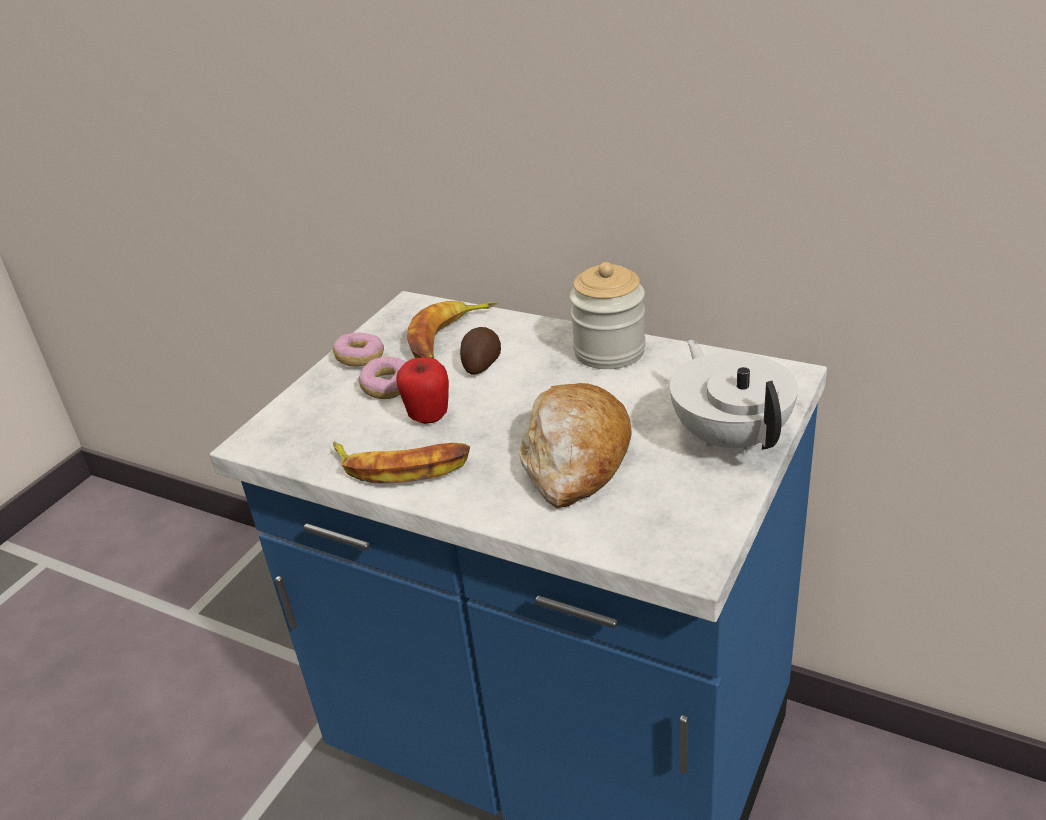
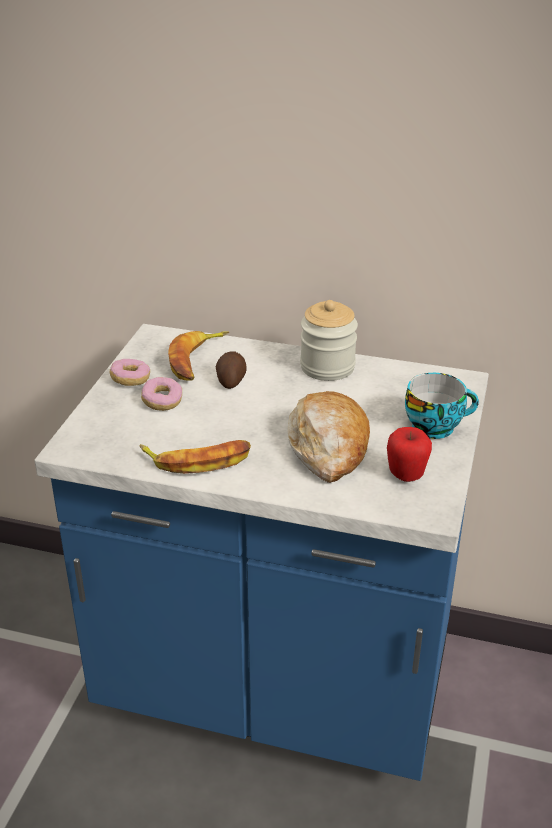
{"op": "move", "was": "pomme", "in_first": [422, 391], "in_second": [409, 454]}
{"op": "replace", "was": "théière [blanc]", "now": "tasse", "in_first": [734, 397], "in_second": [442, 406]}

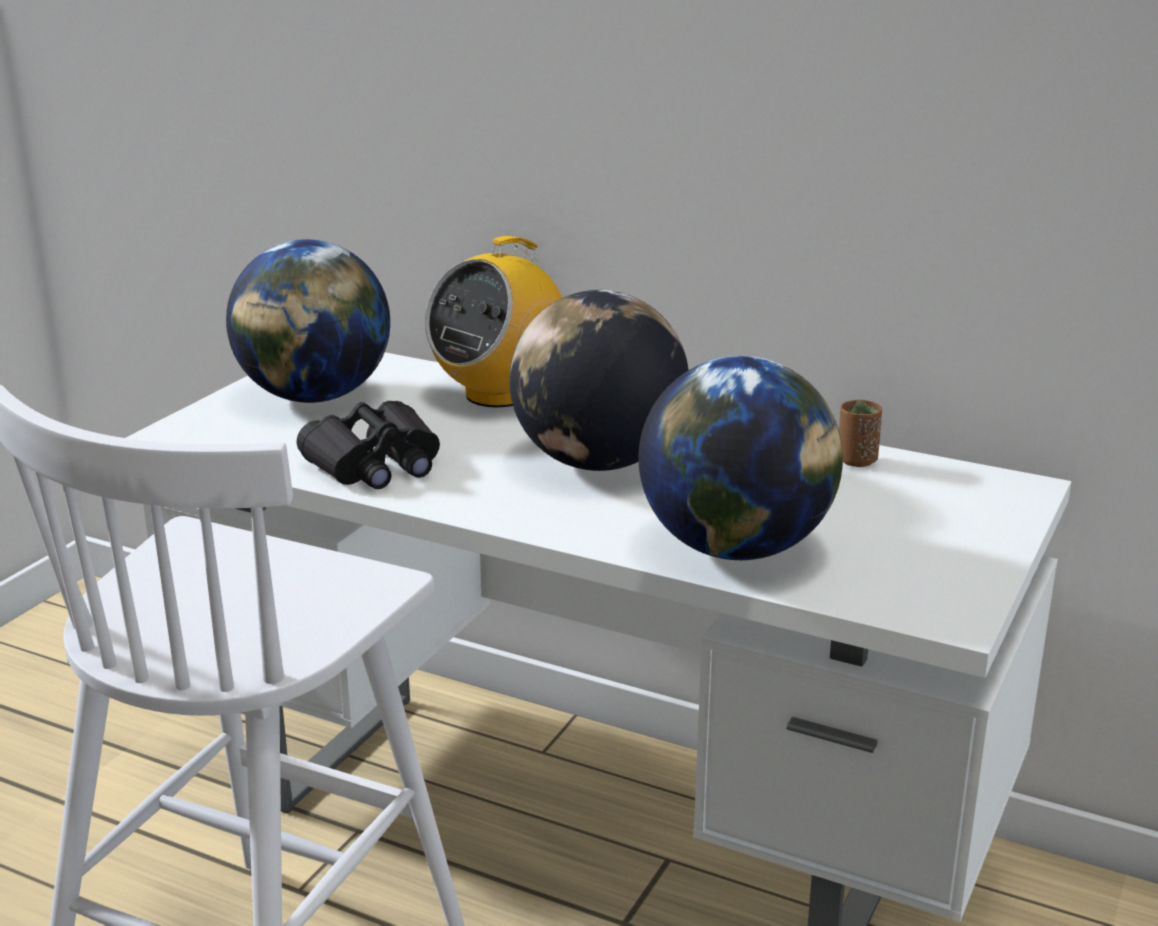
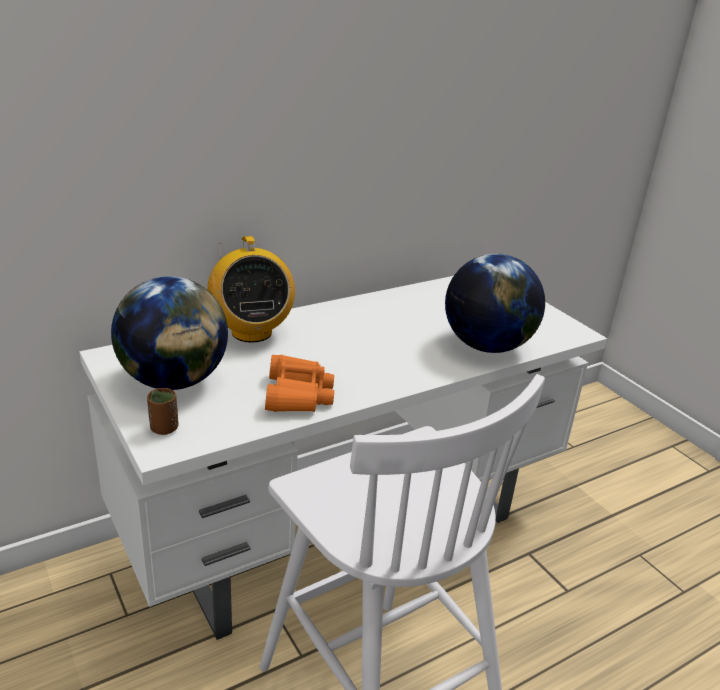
{"op": "recolor", "was": "jumelles [noir]", "now": "jumelles [orange]", "in_first": [368, 445], "in_second": [299, 383]}
{"op": "delete", "was": "globe", "in_first": [598, 380]}
{"op": "move", "was": "tasse [marron]", "in_first": [860, 433], "in_second": [163, 411]}

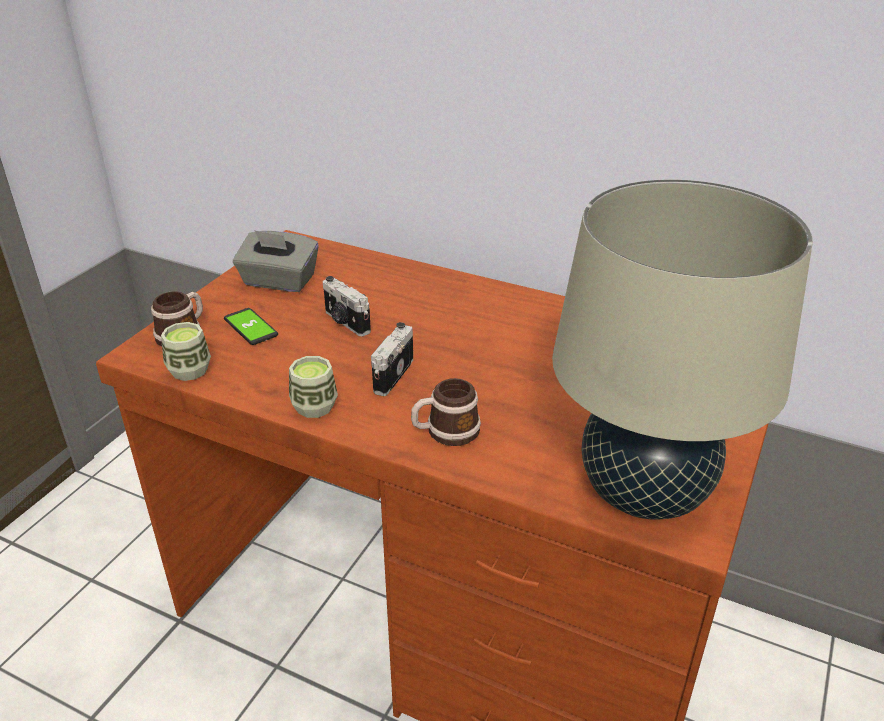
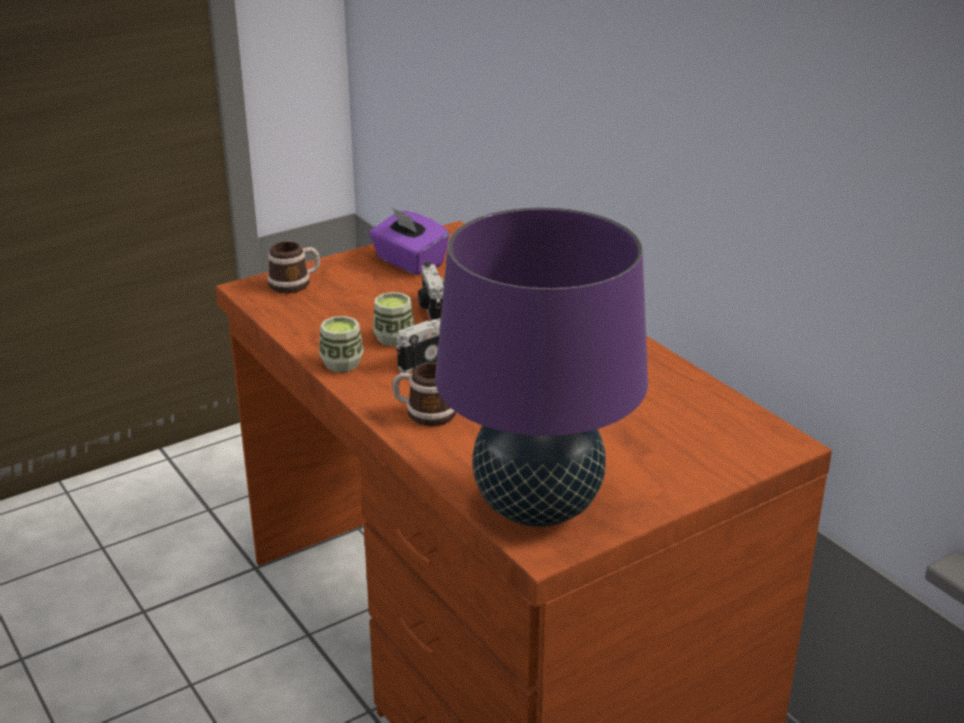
{"op": "move", "was": "tasse", "in_first": [186, 351], "in_second": [393, 319]}
{"op": "delete", "was": "téléphone", "in_first": [251, 326]}
{"op": "recolor", "was": "boîte à mouchoirs [gris]", "now": "boîte à mouchoirs [violet]", "in_first": [276, 261], "in_second": [409, 241]}
{"op": "recolor", "was": "lampe de table [beige]", "now": "lampe de table [violet]", "in_first": [682, 350], "in_second": [541, 367]}

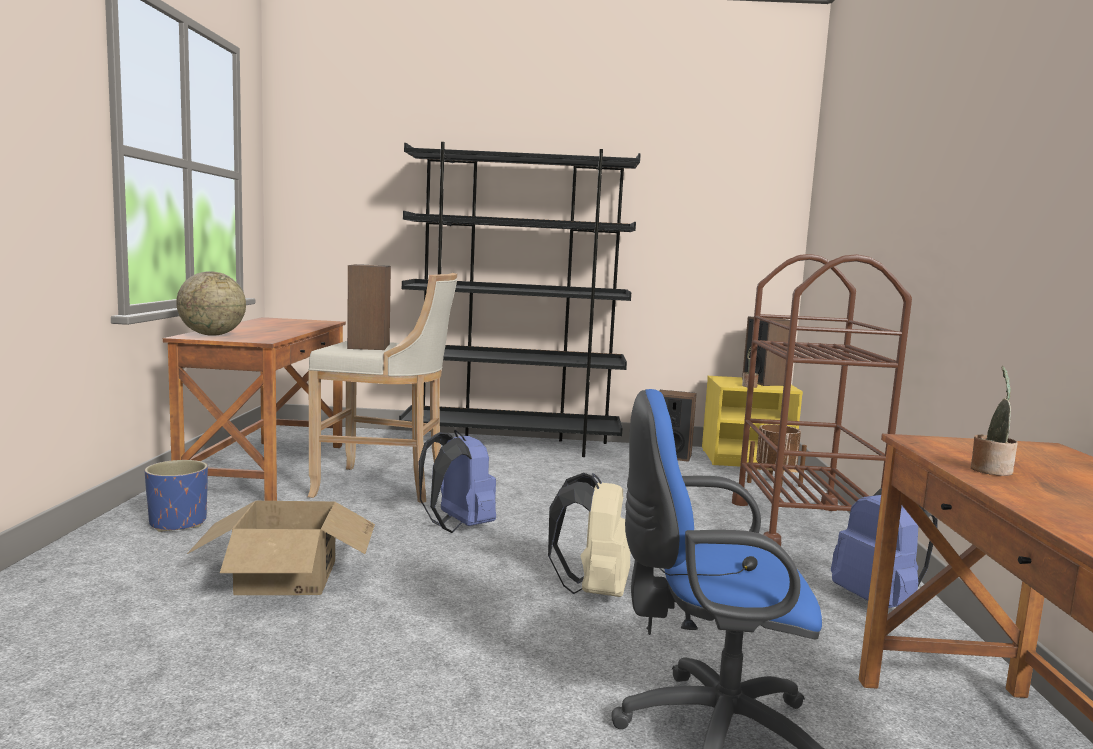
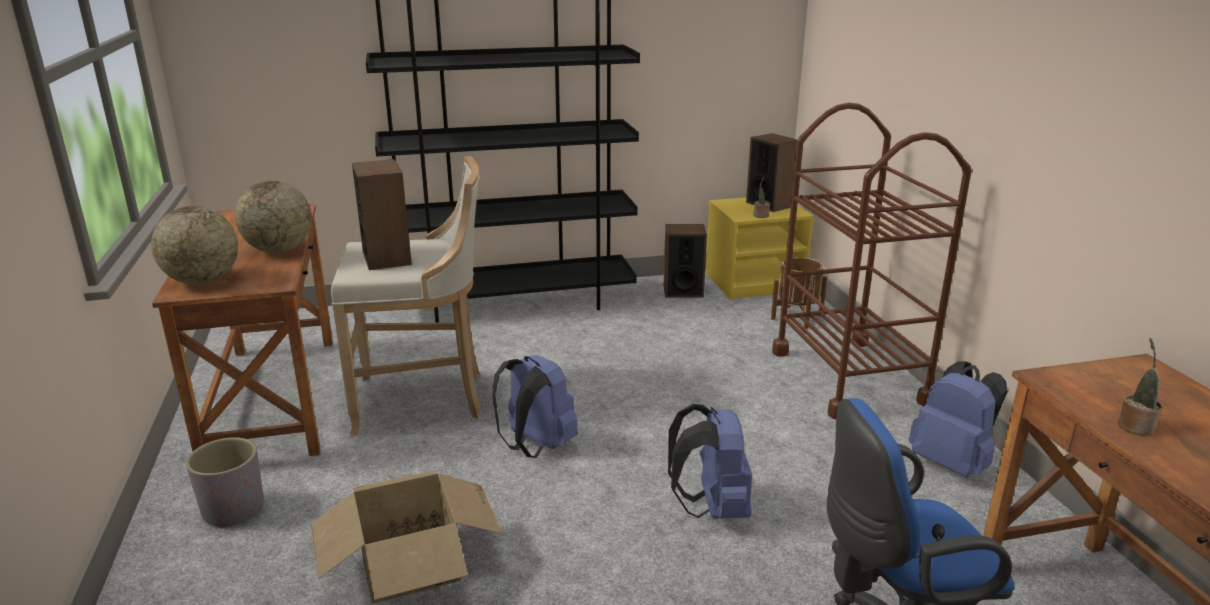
{"op": "recolor", "was": "cache-pot [bleu]", "now": "cache-pot [gris]", "in_first": [176, 496], "in_second": [225, 482]}
{"op": "recolor", "was": "sac à dos [beige]", "now": "sac à dos [bleu]", "in_first": [589, 535], "in_second": [710, 461]}
{"op": "insert", "now": "globe", "in_second": [273, 217]}

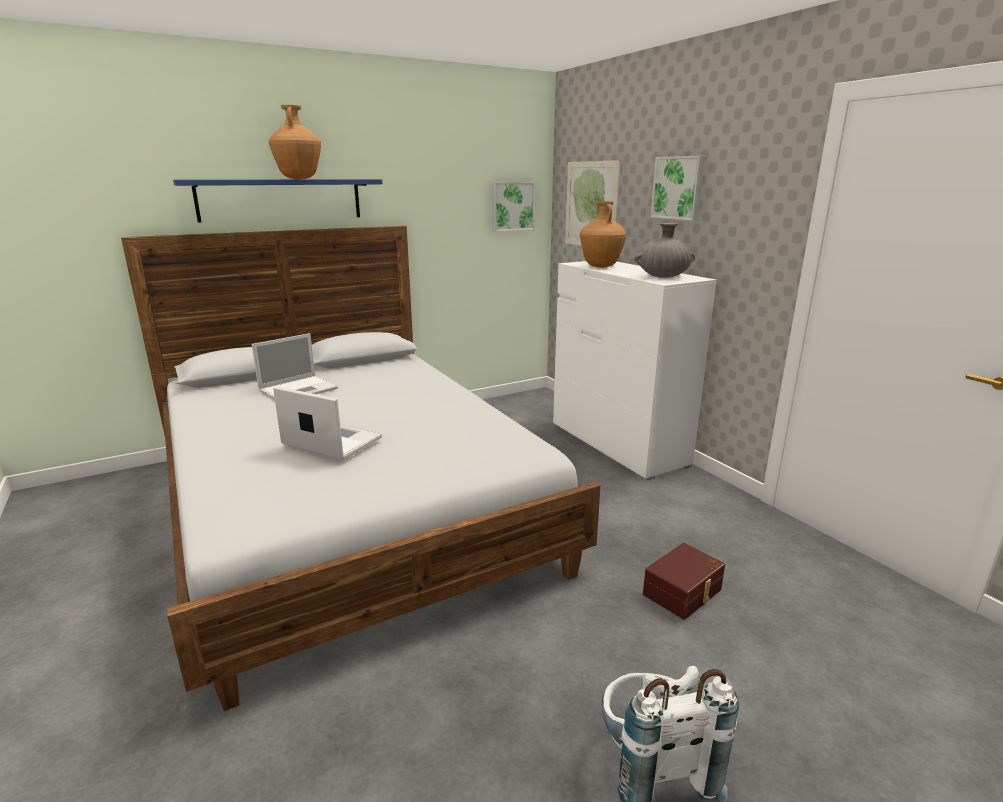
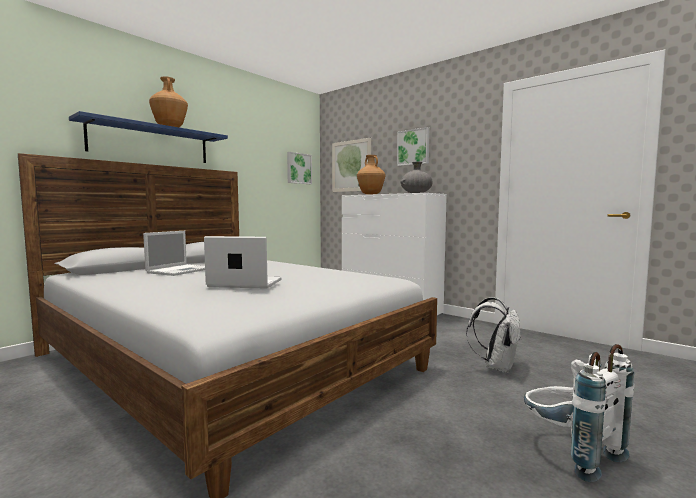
{"op": "replace", "was": "boîte de rangement [marron]", "now": "sac à dos [blanc]", "in_first": [684, 581], "in_second": [493, 335]}

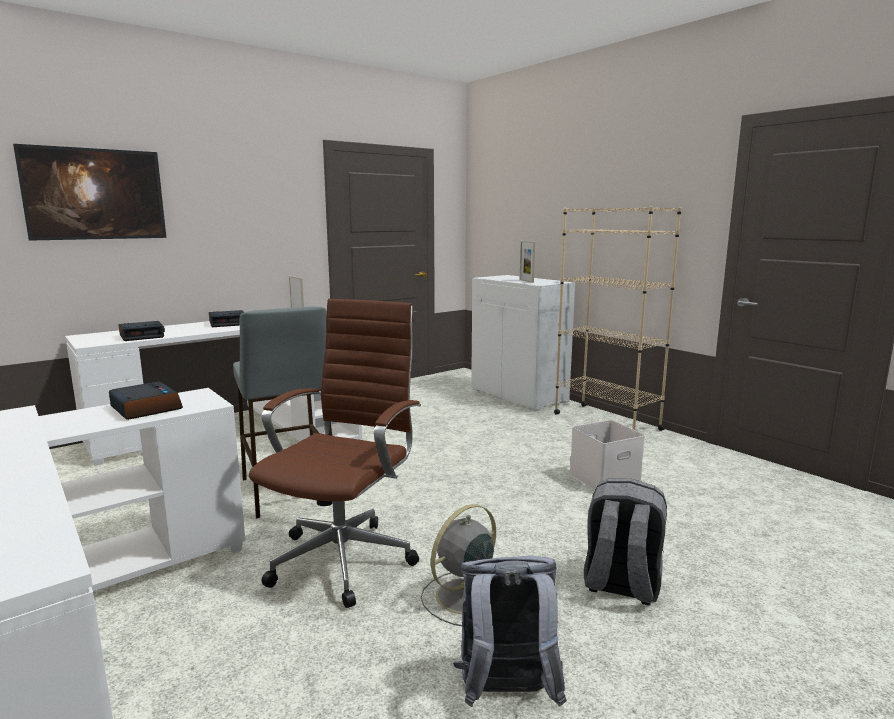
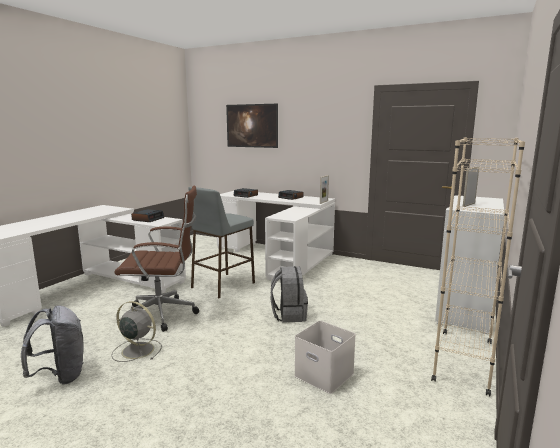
{"op": "move", "was": "sac à dos [gris]", "in_first": [625, 542], "in_second": [289, 294]}

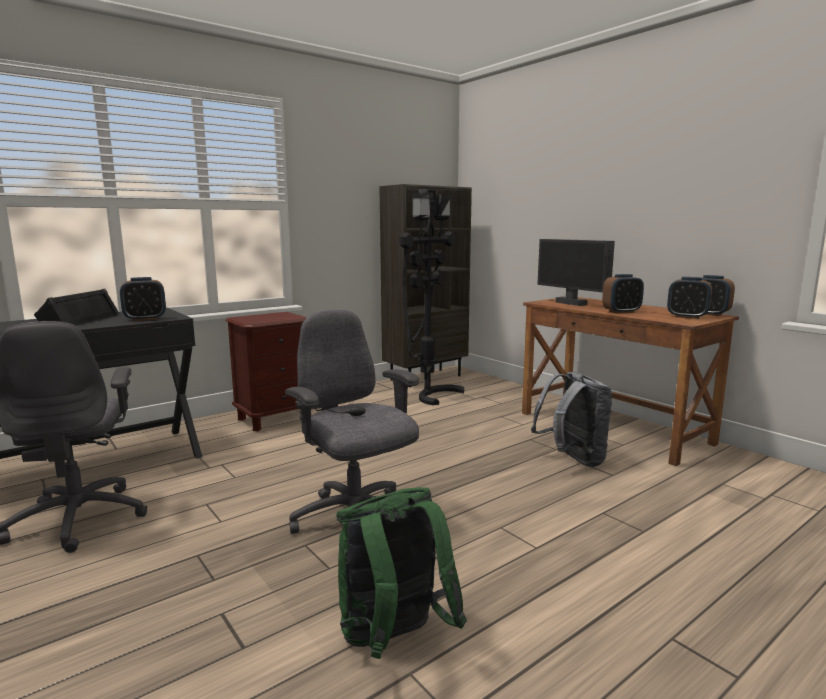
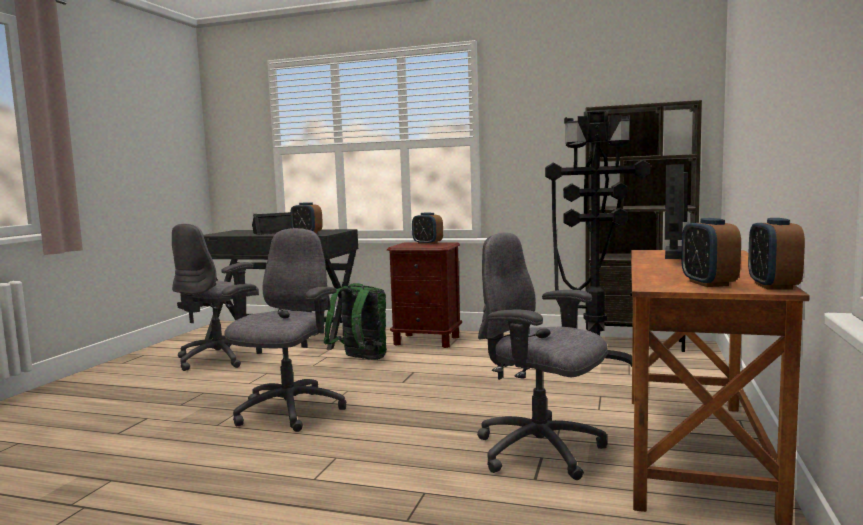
{"op": "move", "was": "sac à dos [vert]", "in_first": [401, 573], "in_second": [355, 321]}
{"op": "replace", "was": "sac à dos [gris]", "now": "chaise de bureau [gris]", "in_first": [572, 419], "in_second": [542, 356]}
{"op": "move", "was": "réveil", "in_first": [623, 294], "in_second": [427, 229]}

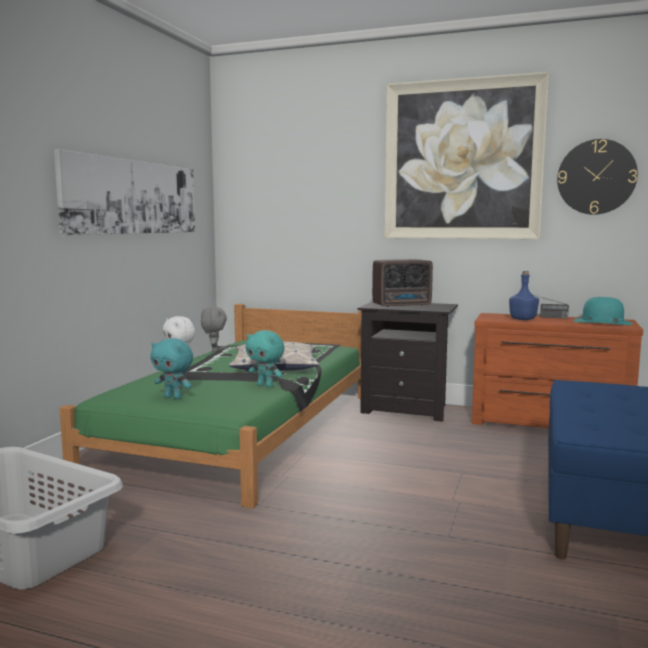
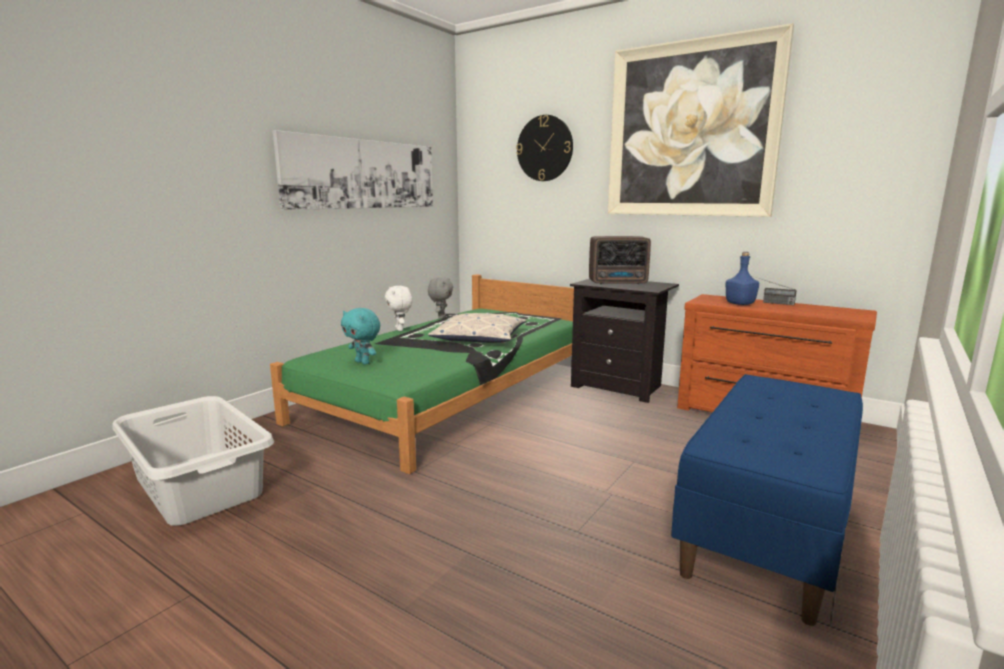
{"op": "delete", "was": "peluche [turquoise]", "in_first": [265, 359]}
{"op": "move", "was": "horloge murale", "in_first": [597, 177], "in_second": [544, 148]}
{"op": "delete", "was": "chapeau [turquoise]", "in_first": [603, 311]}

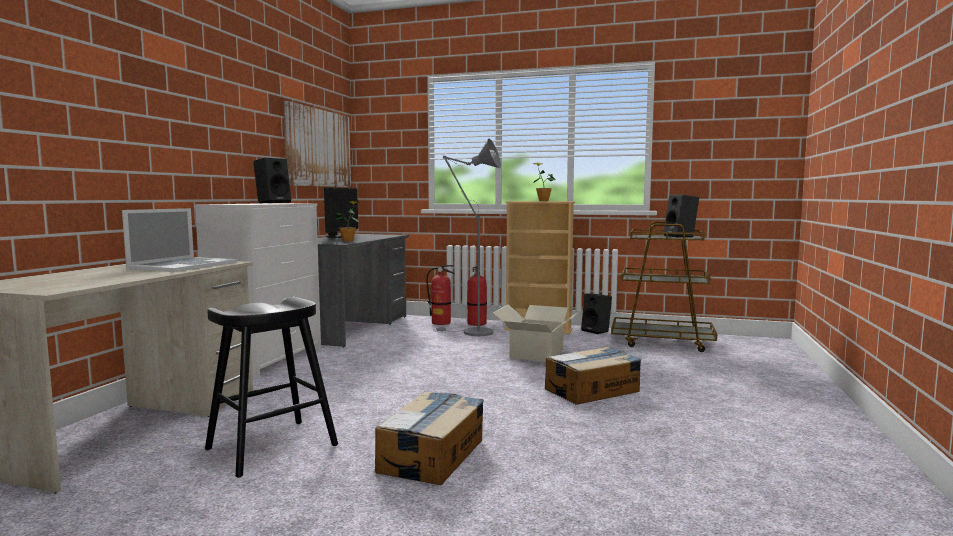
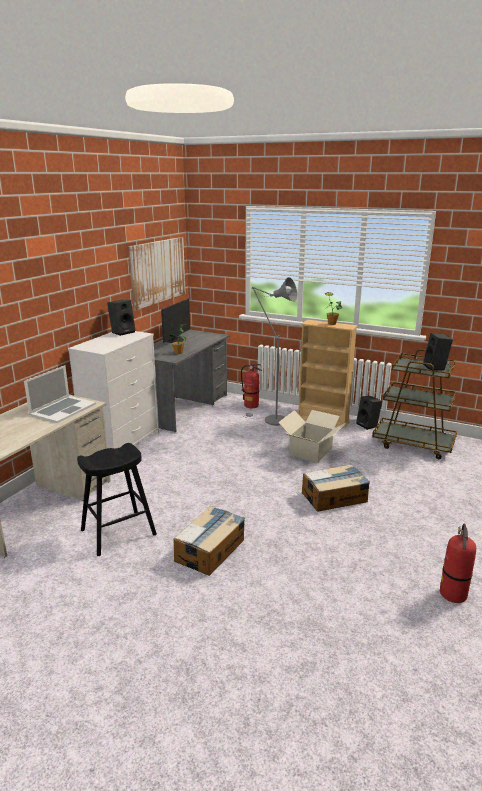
{"op": "move", "was": "extincteur", "in_first": [477, 296], "in_second": [458, 563]}

